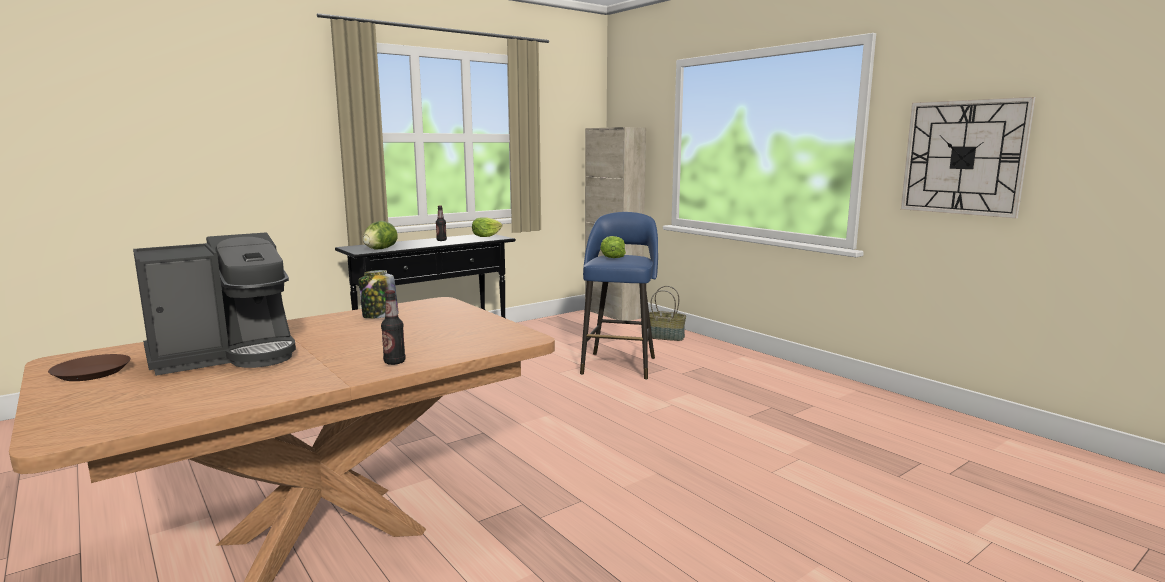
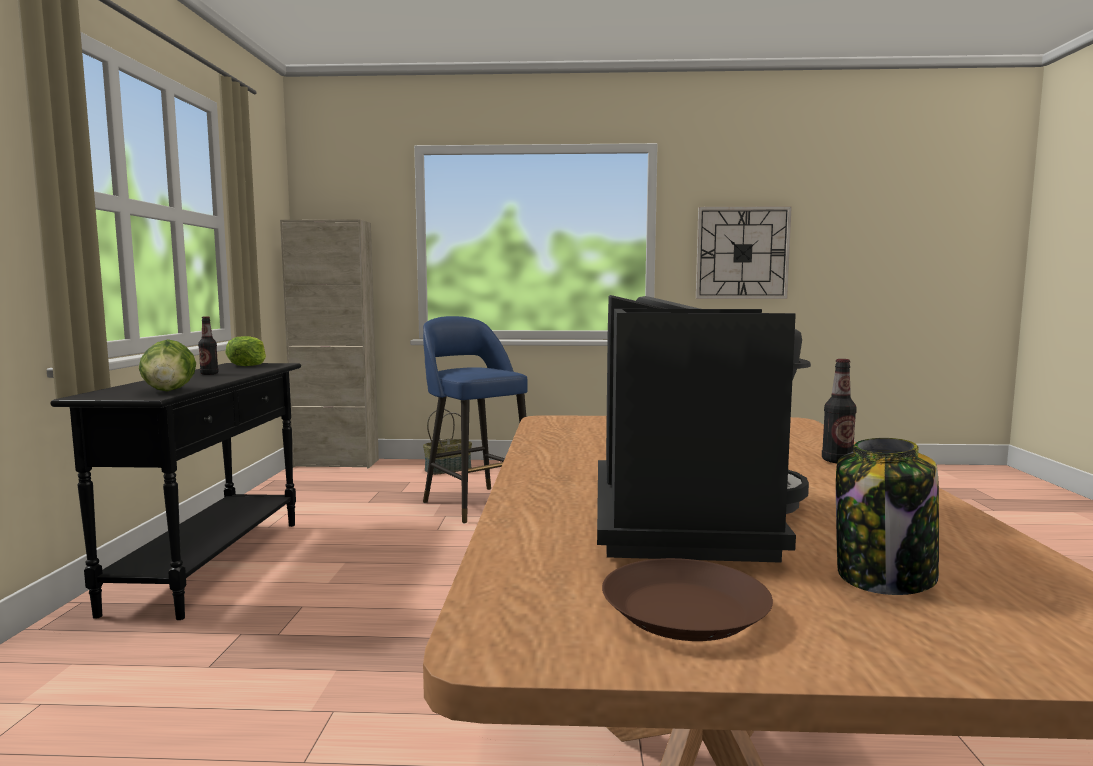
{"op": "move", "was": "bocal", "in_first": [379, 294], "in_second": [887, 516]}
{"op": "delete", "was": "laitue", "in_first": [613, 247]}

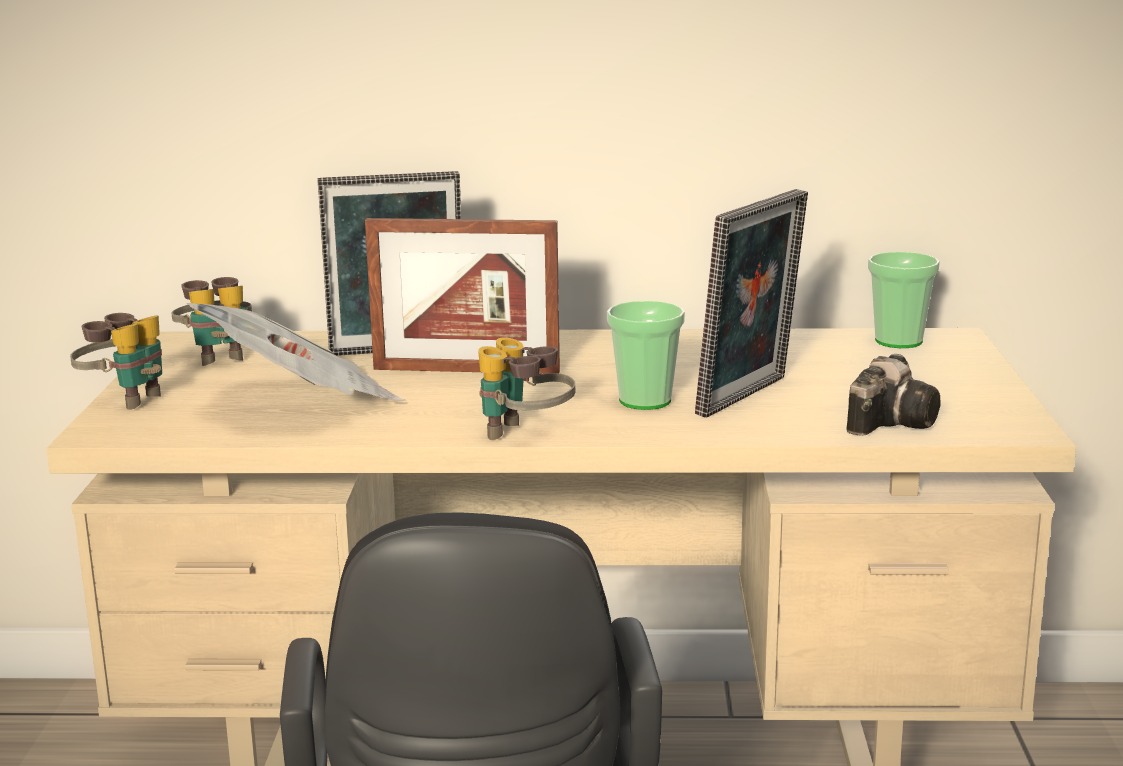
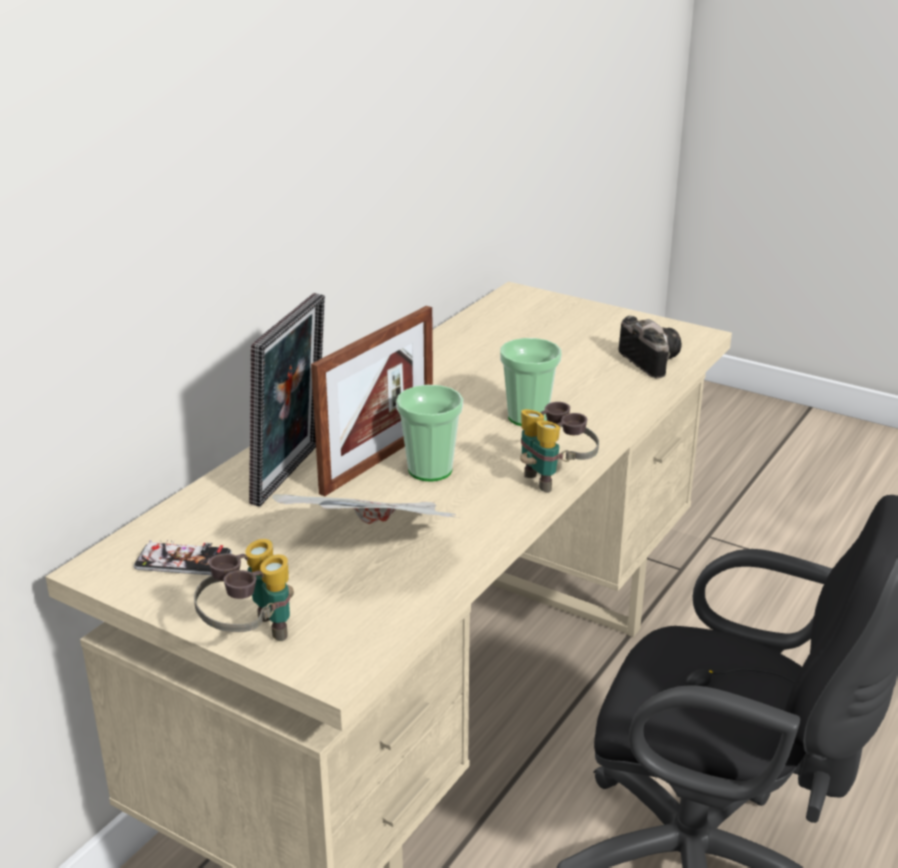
{"op": "replace", "was": "jumelles", "now": "téléphone", "in_first": [212, 321], "in_second": [183, 557]}
{"op": "delete", "was": "cadre photo", "in_first": [751, 303]}
{"op": "move", "was": "tasse", "in_first": [904, 300], "in_second": [429, 433]}

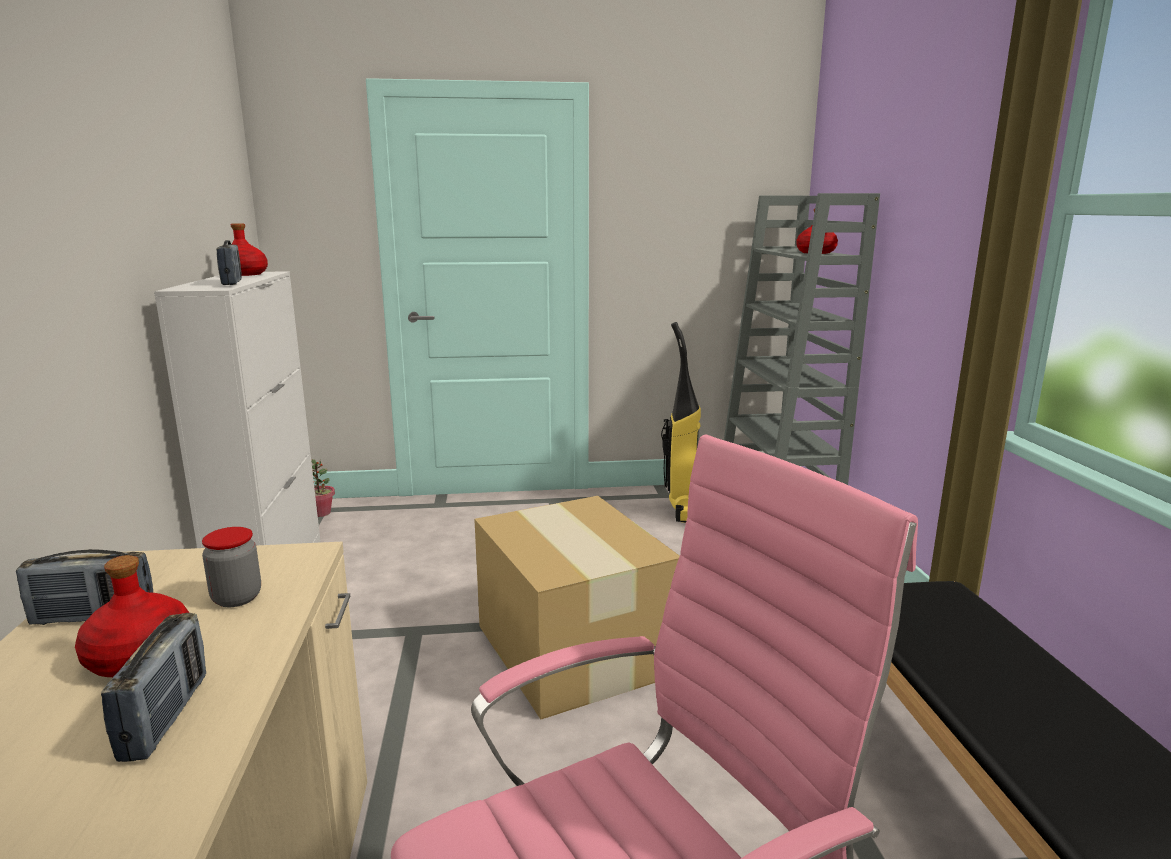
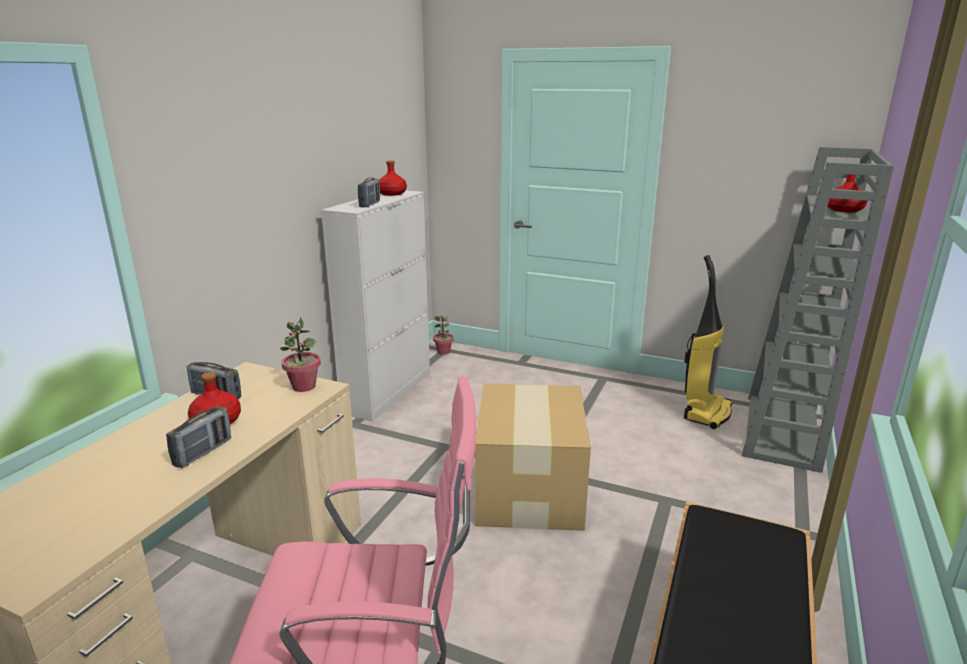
{"op": "delete", "was": "bocal", "in_first": [231, 567]}
{"op": "insert", "now": "plante en pot", "in_second": [300, 354]}

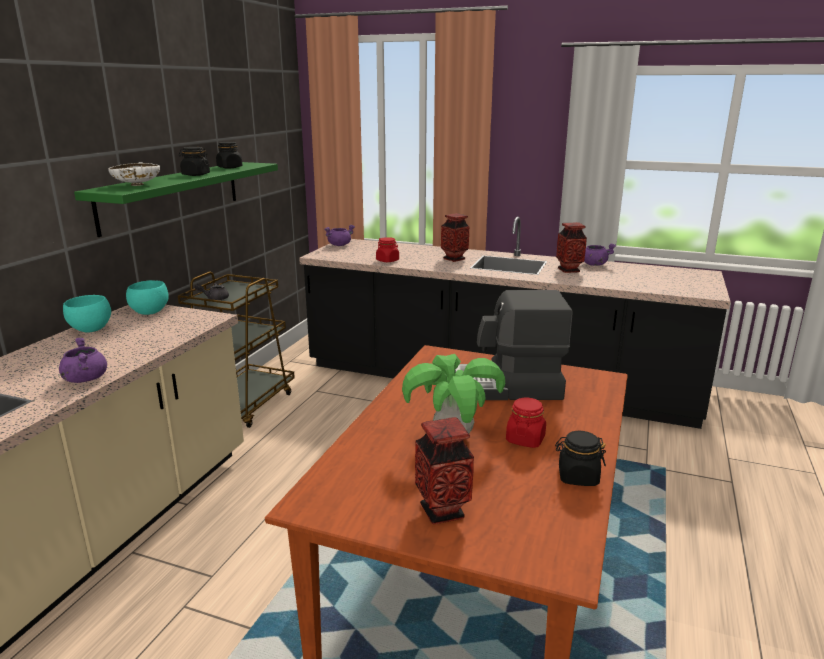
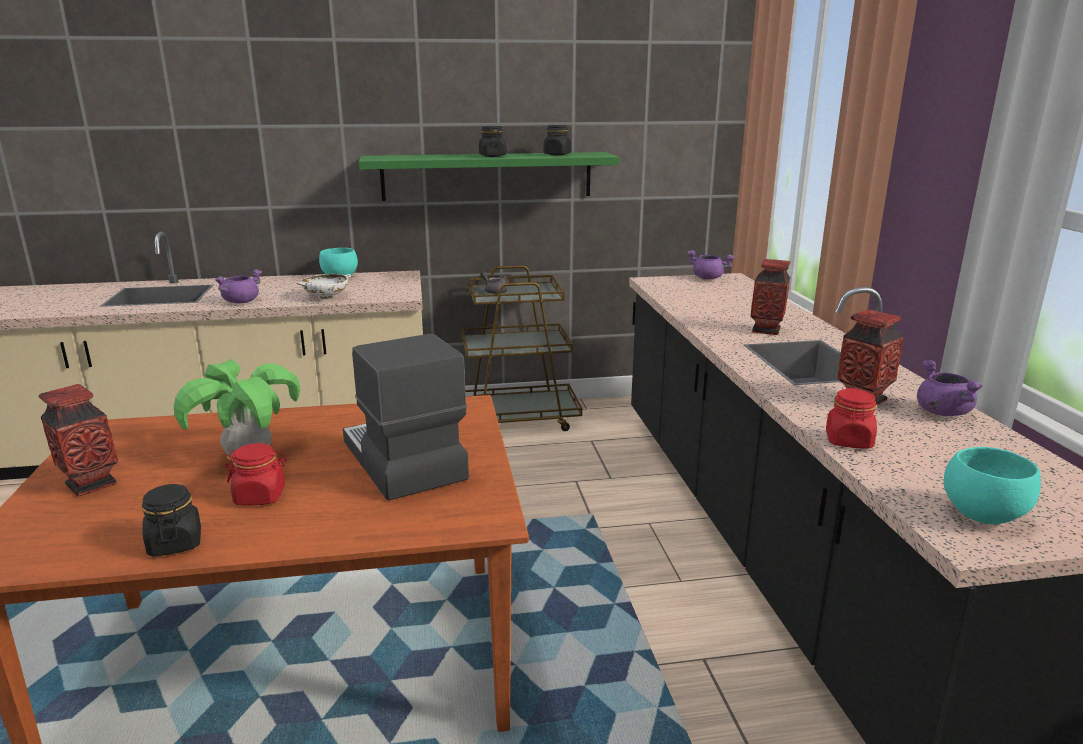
{"op": "move", "was": "bol [blanc]", "in_first": [134, 174], "in_second": [323, 286]}
{"op": "move", "was": "bol [turquoise]", "in_first": [147, 297], "in_second": [992, 485]}
{"op": "move", "was": "bocal [rouge]", "in_first": [387, 249], "in_second": [851, 418]}

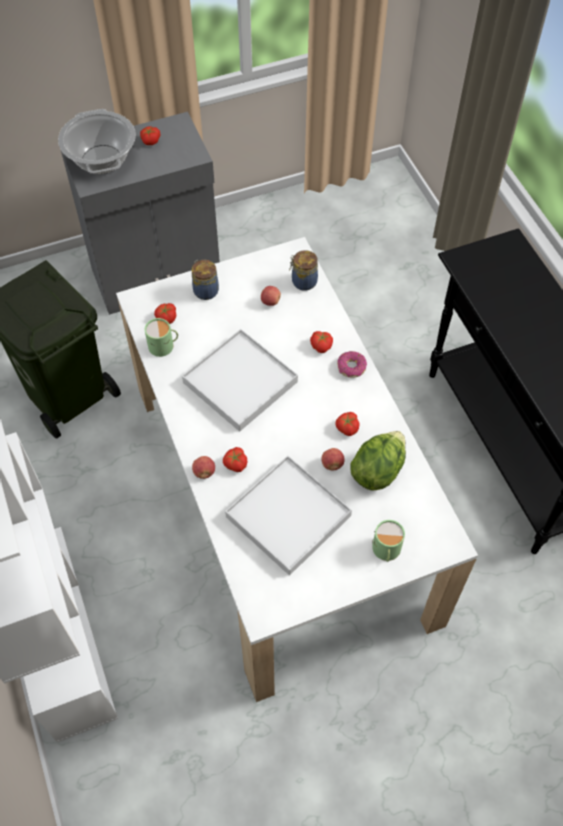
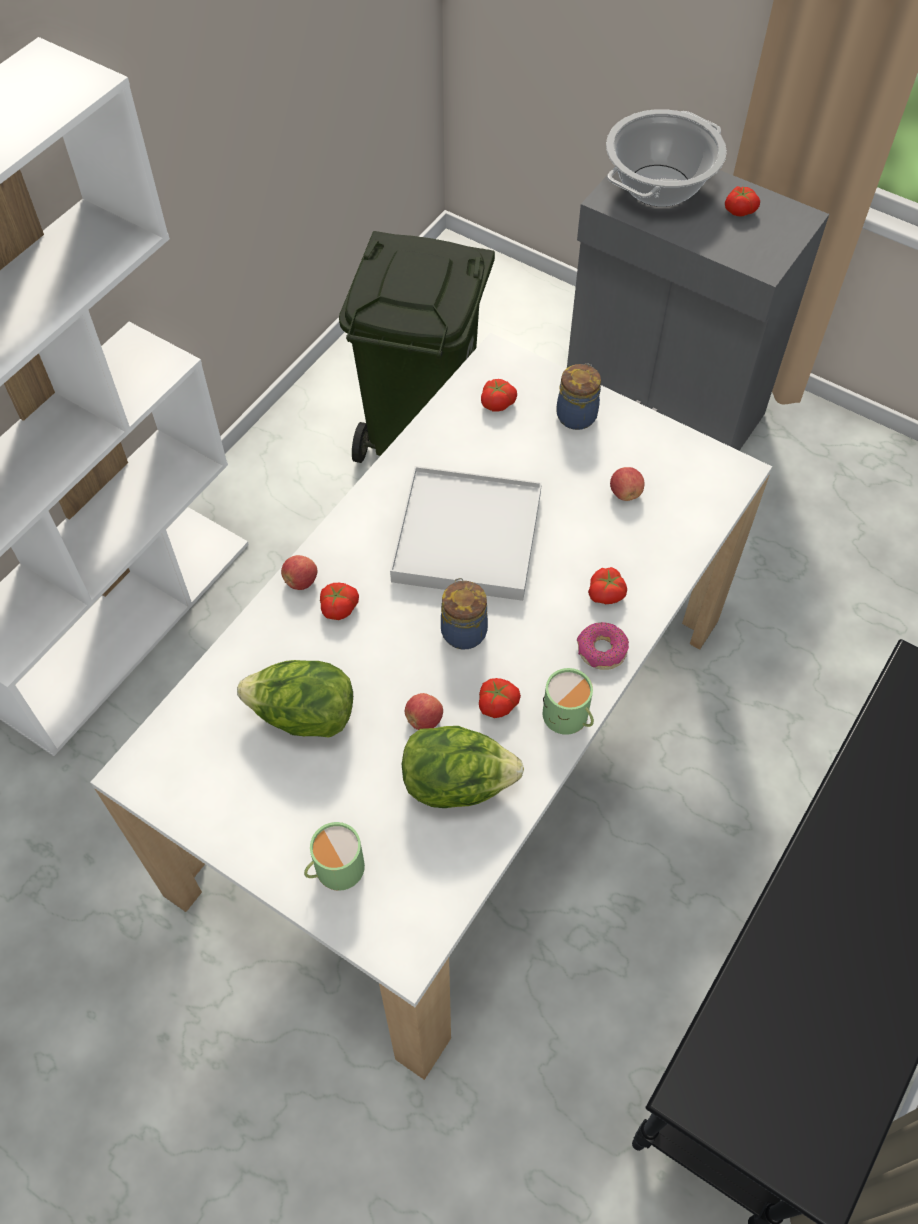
{"op": "move", "was": "mug [vert]", "in_first": [161, 337], "in_second": [568, 701]}
{"op": "replace", "was": "plateau [blanc]", "now": "laitue", "in_first": [288, 515], "in_second": [295, 698]}
{"op": "move", "was": "bocal", "in_first": [303, 270], "in_second": [464, 613]}

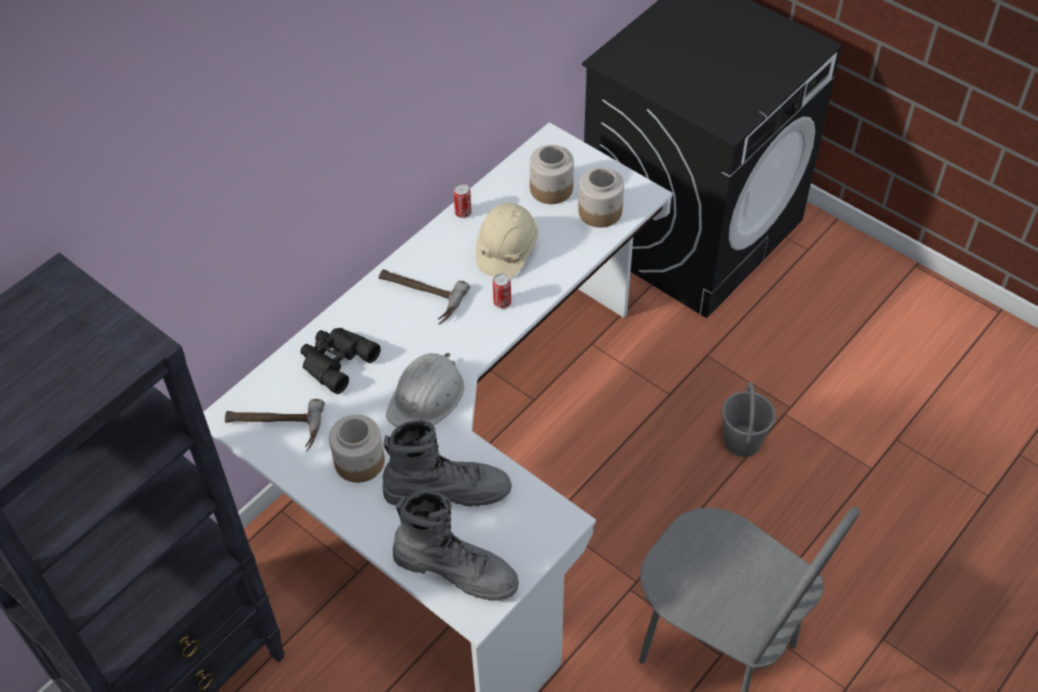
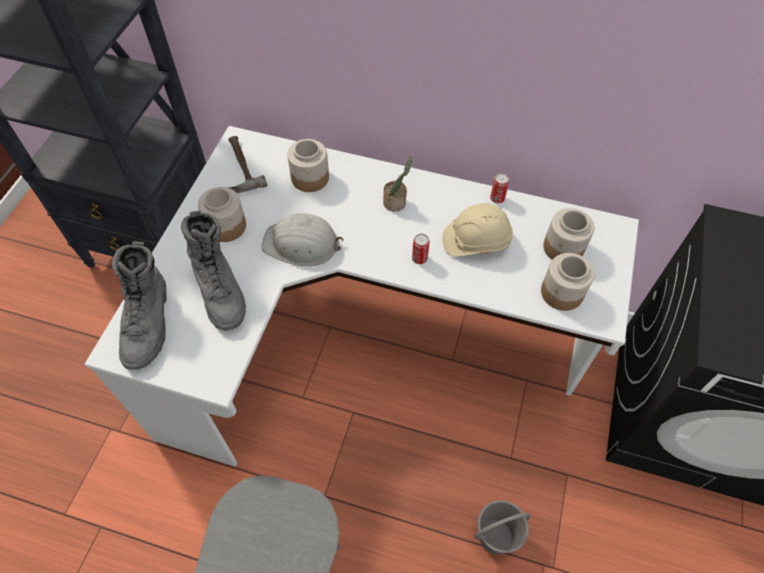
{"op": "replace", "was": "jumelles [noir]", "now": "bocal", "in_first": [340, 361], "in_second": [308, 165]}
{"op": "replace", "was": "marteau", "now": "plante en pot", "in_first": [424, 297], "in_second": [397, 184]}

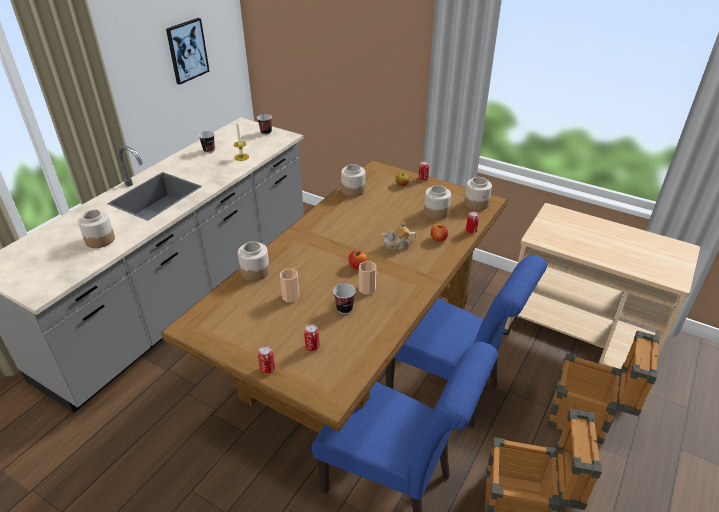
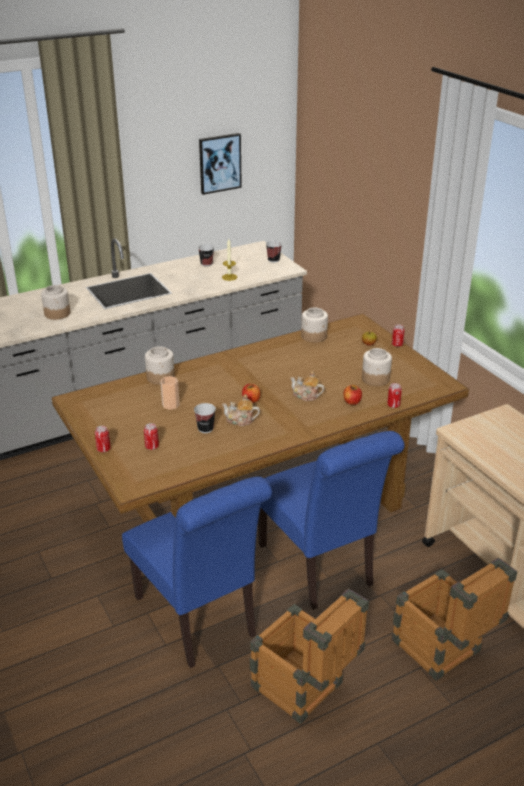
{"op": "replace", "was": "tasse", "now": "théière", "in_first": [367, 278], "in_second": [241, 410]}
{"op": "delete", "was": "bocal", "in_first": [478, 193]}

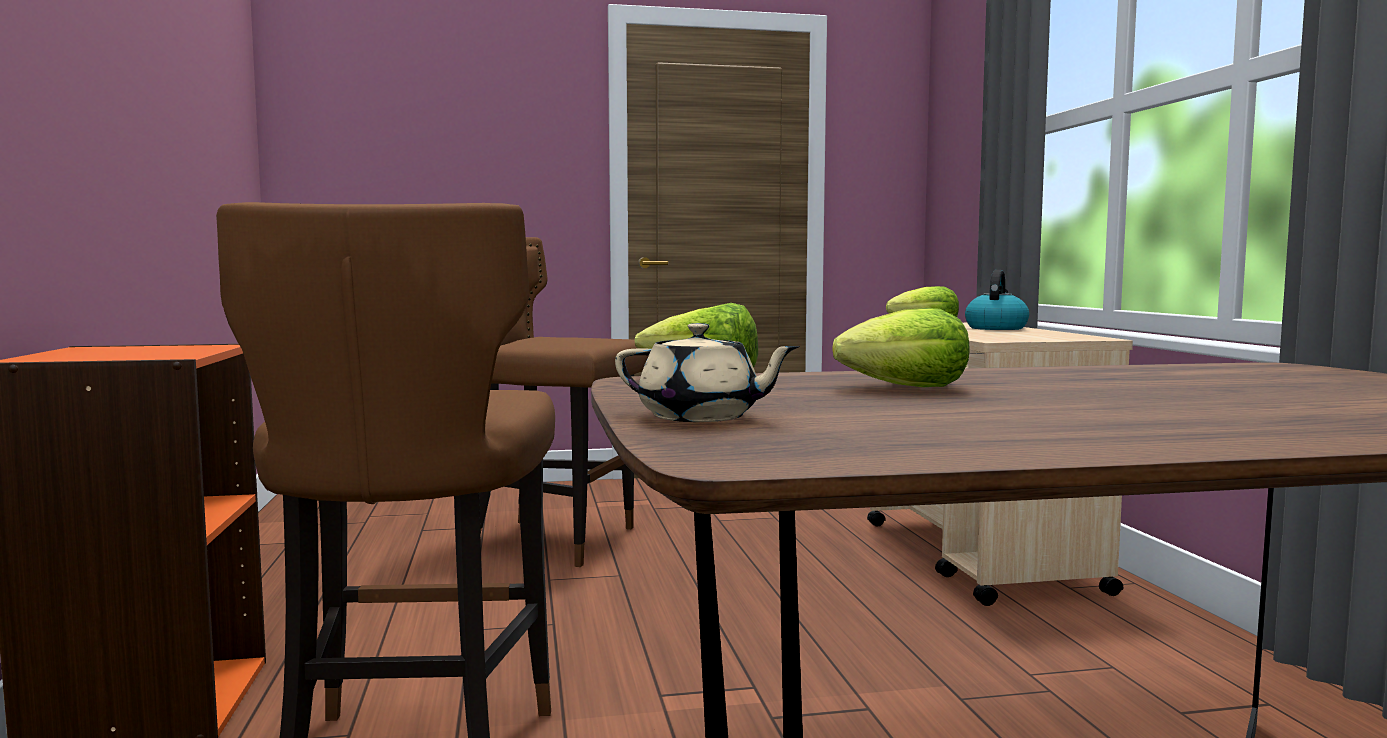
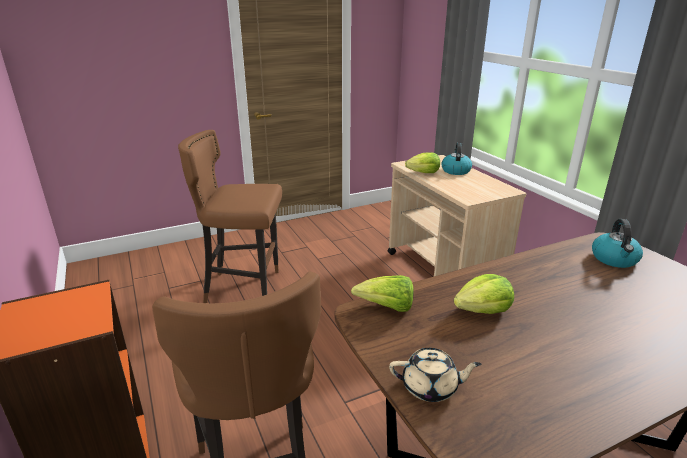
{"op": "insert", "now": "bouilloire", "in_second": [617, 243]}

